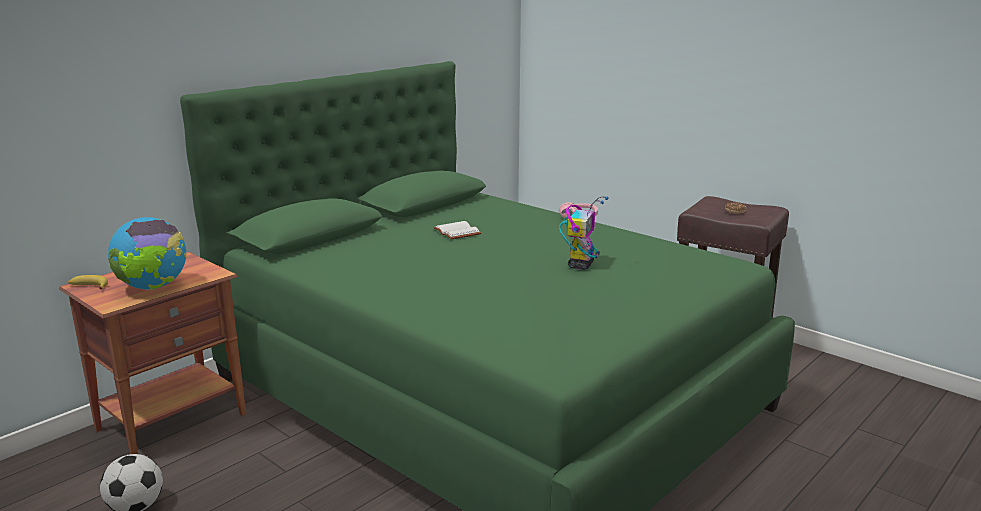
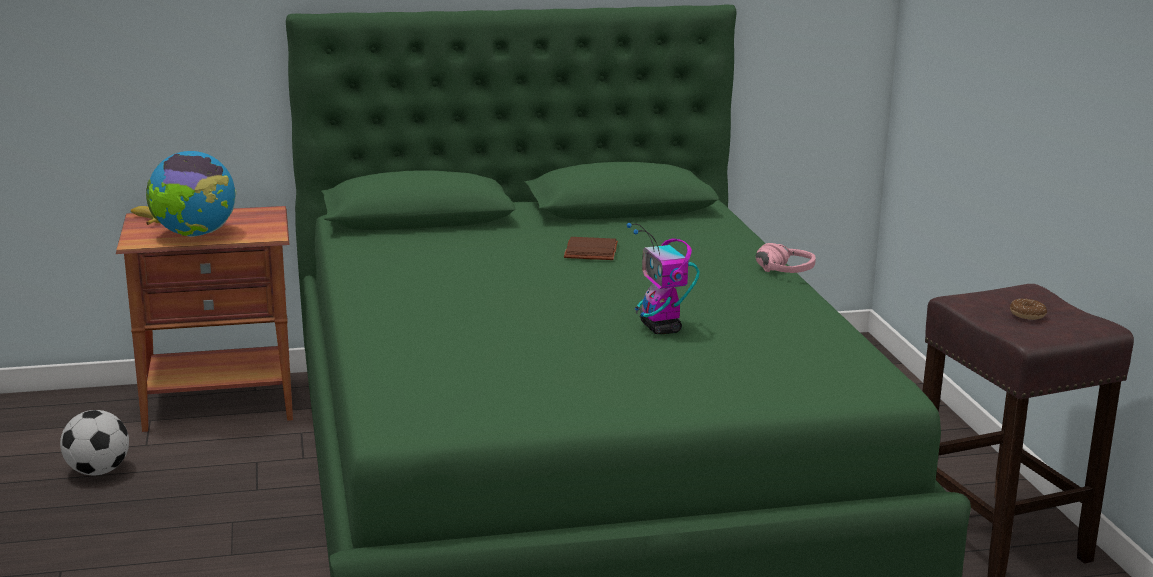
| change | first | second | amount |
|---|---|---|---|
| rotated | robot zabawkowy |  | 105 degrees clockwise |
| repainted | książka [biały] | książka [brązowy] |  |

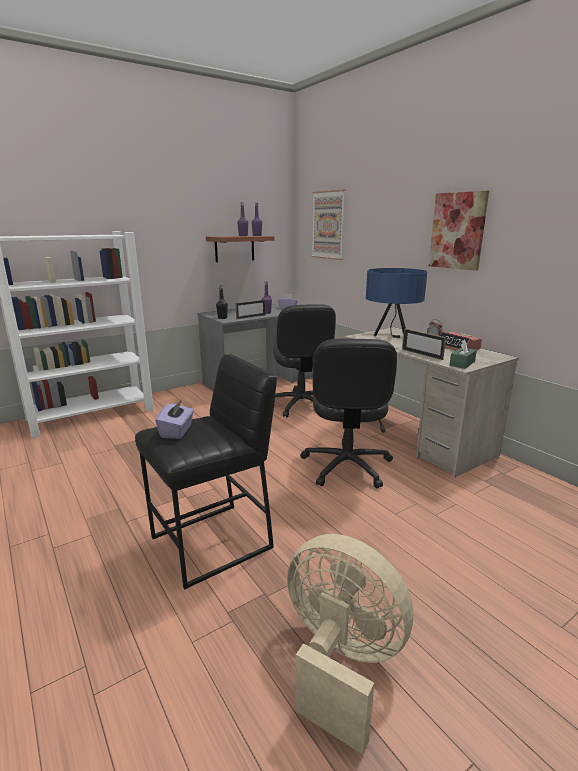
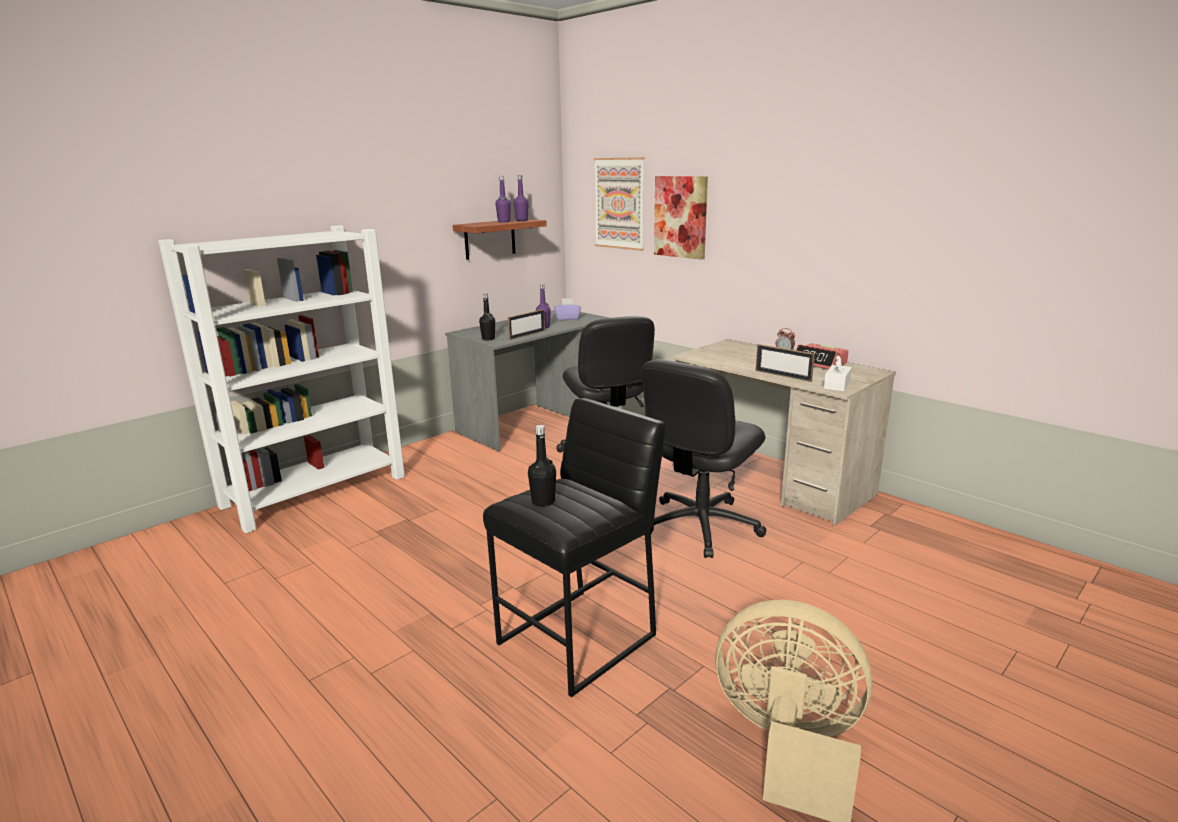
| change | first | second | amount |
|---|---|---|---|
| shifted | obraz (no. 2 from left) |  |  |
| gone | lampa stołowa [niebieski] |  |  |
| rotated | krzesło biurowe [czarny] (no. 2 from left) |  | 45 degrees clockwise |
| repainted | pudełko chusteczek [zielony] | pudełko chusteczek [biały] |  |
| swapped | pudełko chusteczek [fioletowy] (no. 1 from left) | butelka [czarny] (no. 2 from left) |  |

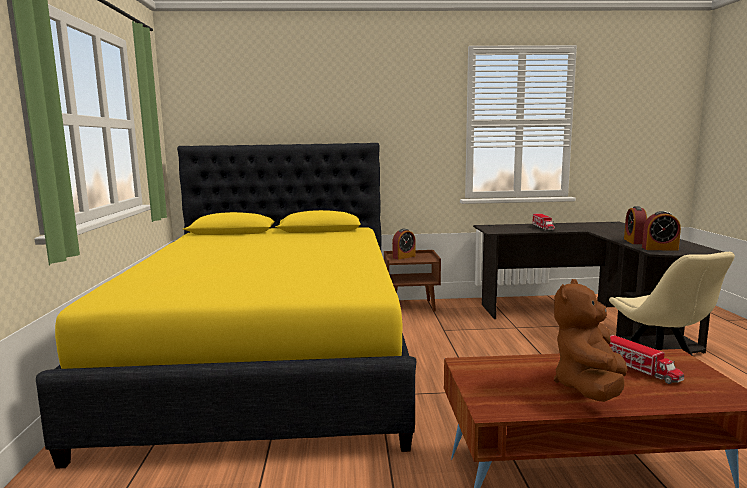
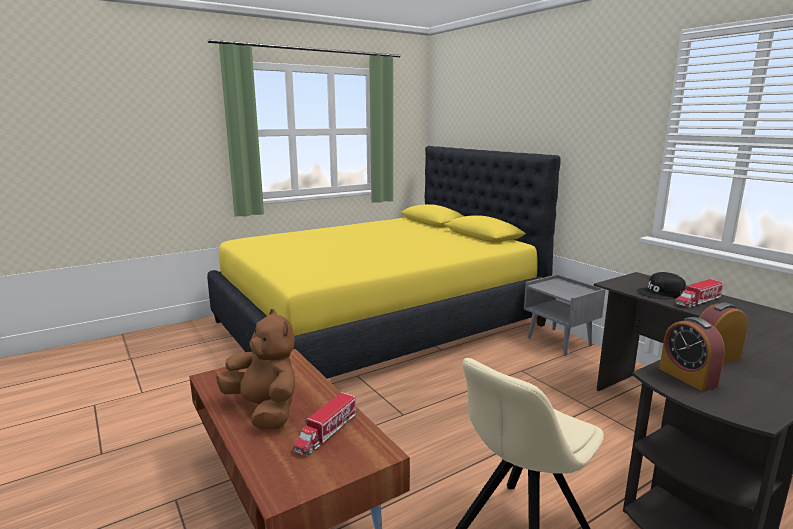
| change | first | second | amount |
|---|---|---|---|
| gone | budzik (no. 1 from left) |  |  |
| repainted | szafka nocna [brązowy] | szafka nocna [szary] |  |
| rotated | pluszak [brązowy] |  | 45 degrees clockwise |
| new |  | czapka z daszkiem [czarny] |  |

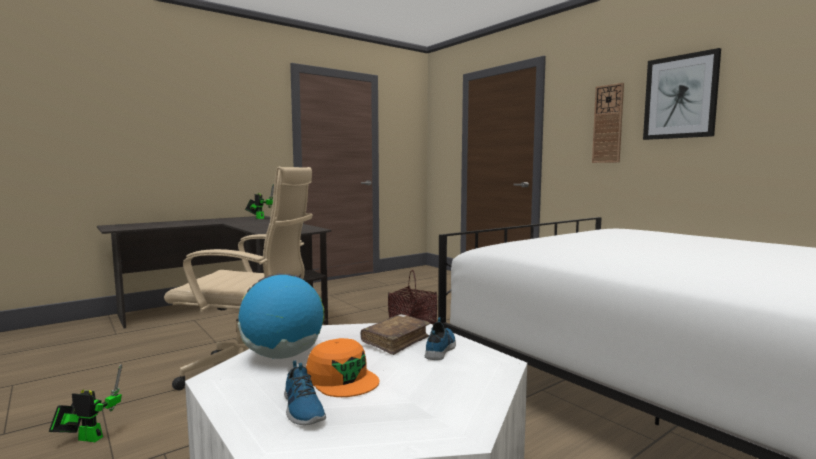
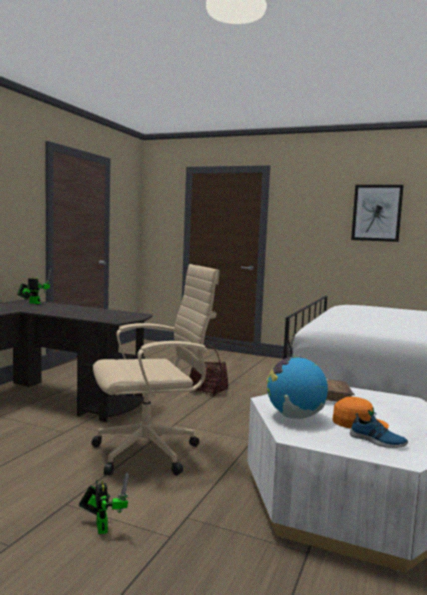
| change | first | second | amount |
|---|---|---|---|
| gone | zegar ścienny |  |  |
| gone | but (no. 2 from left) |  |  |
| rotated | robot zabawkowy (no. 1 from left in the first image) | robot zabawkowy (no. 2 from left) | 90 degrees clockwise |

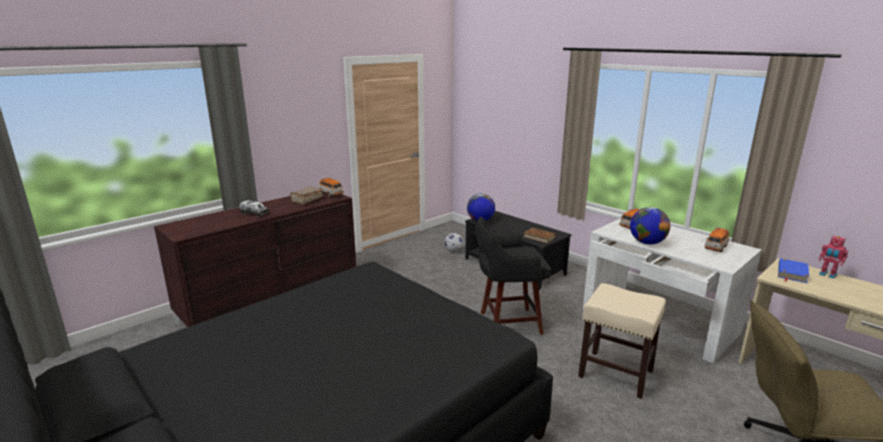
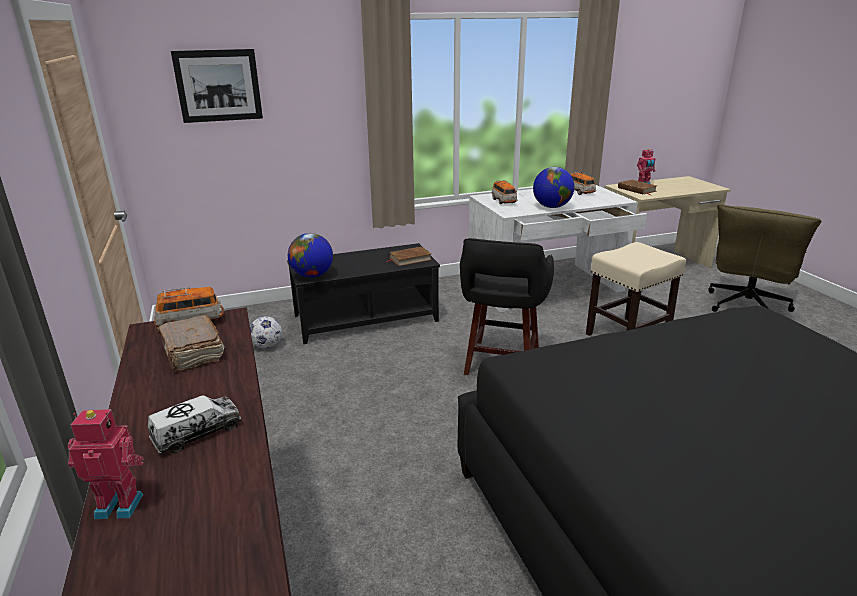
| change | first | second | amount |
|---|---|---|---|
| repainted | książka [niebieski] | książka [brązowy] (no. 3 from left) |  |
| new |  | obraz |  |
| new |  | robot zabawkowy (no. 1 from left) |  |

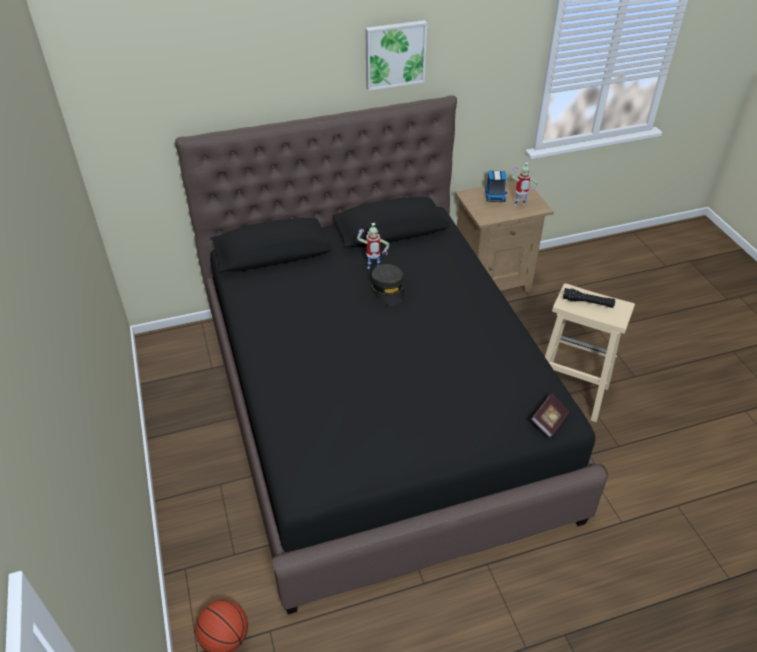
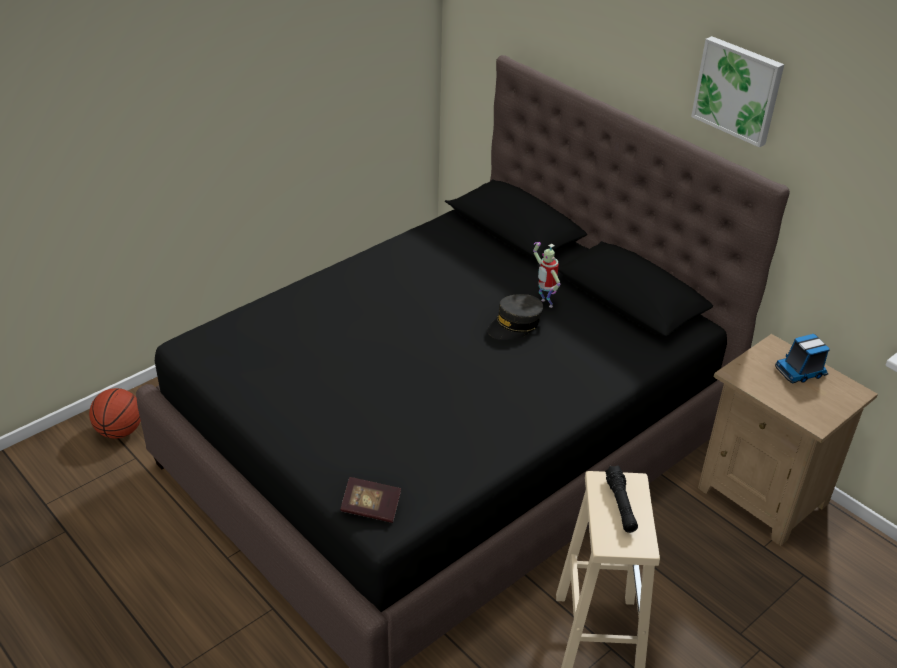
| change | first | second | amount |
|---|---|---|---|
| gone | robot zabawkowy (no. 2 from left) |  |  |

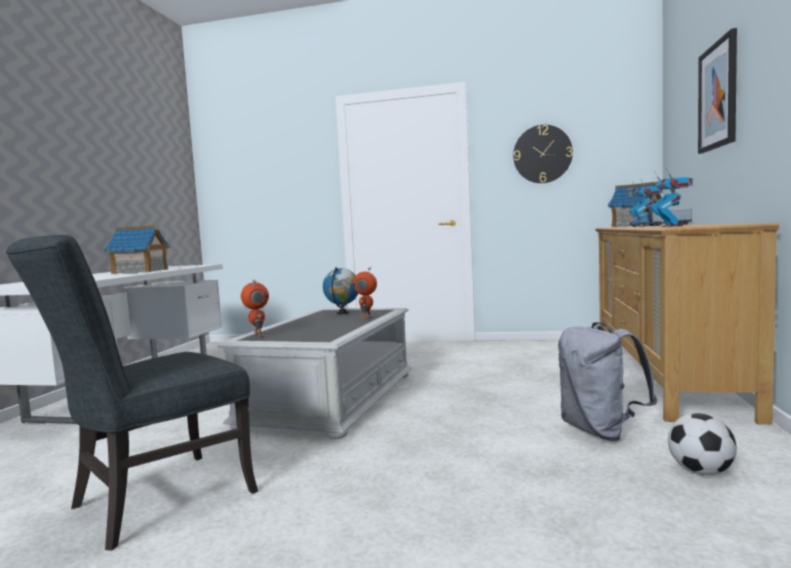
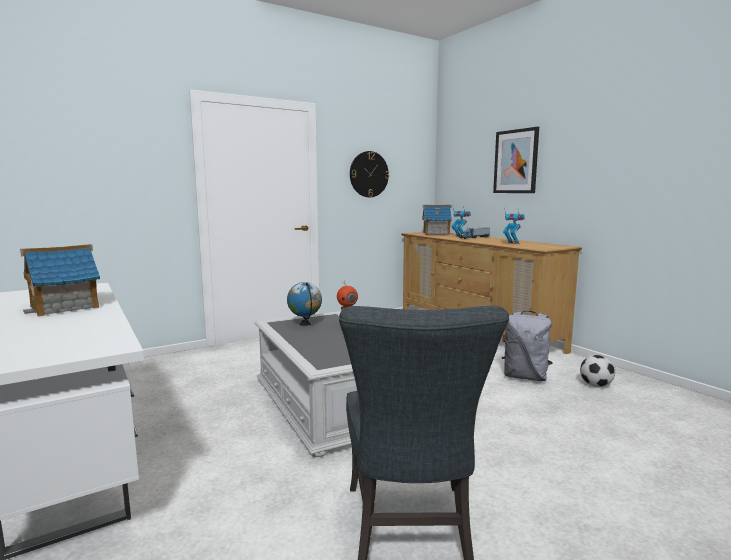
| change | first | second | amount |
|---|---|---|---|
| gone | robot zabawkowy (no. 1 from left) |  |  |

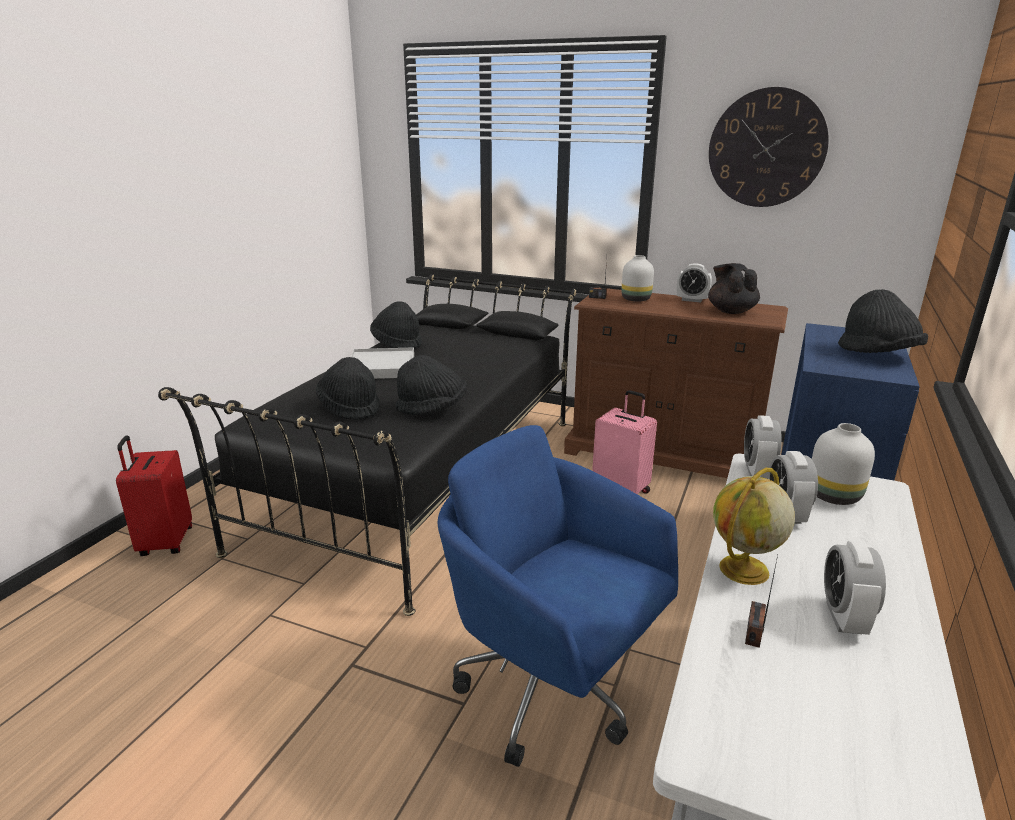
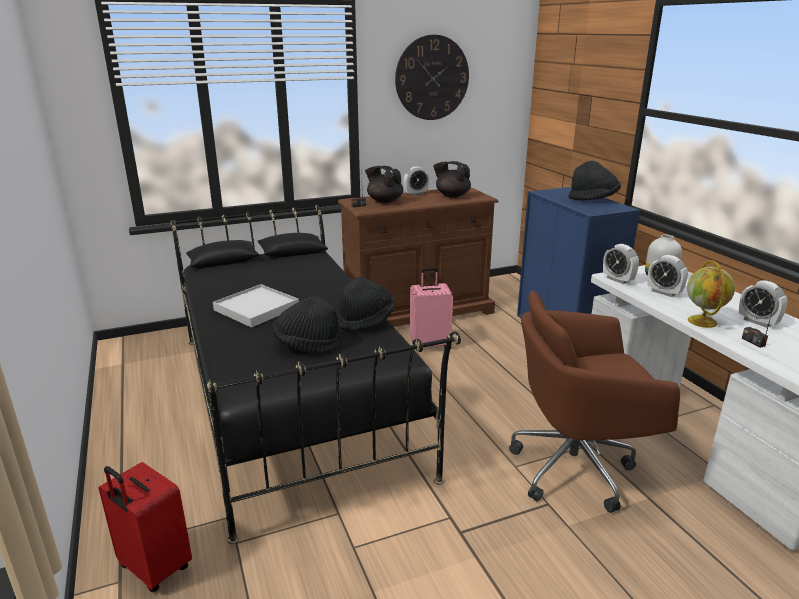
| change | first | second | amount |
|---|---|---|---|
| swapped | wazon [biały] (no. 1 from left) | imbryk [czarny] (no. 1 from left) |  |
| gone | kapelusz [czarny] (no. 2 from left) |  |  |
| repainted | krzesło biurowe [niebieski] | krzesło biurowe [brązowy] |  |

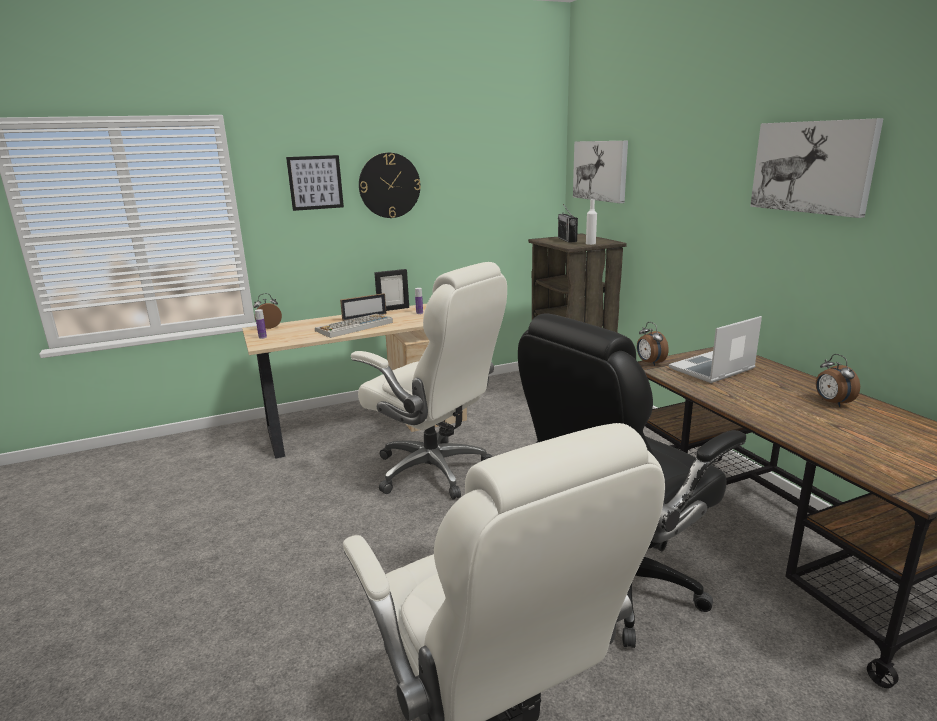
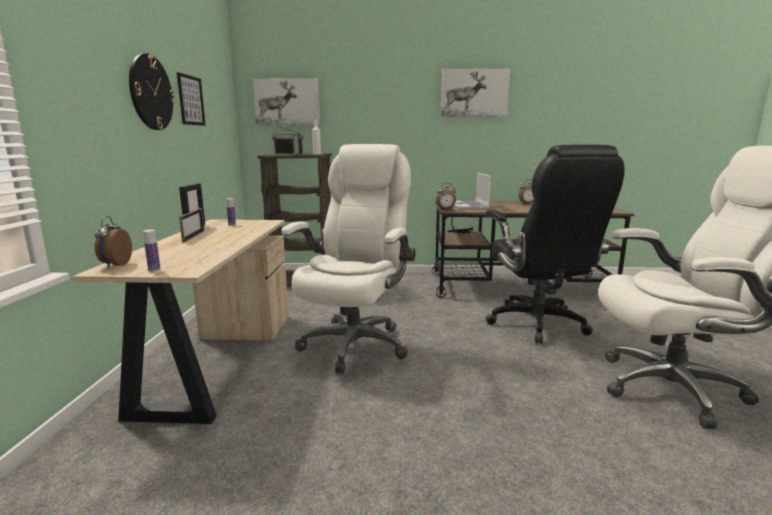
| change | first | second | amount |
|---|---|---|---|
| shifted | obraz (no. 1 from left) |  |  |
| rotated | krzesło biurowe [biały] (no. 1 from left) |  | 45 degrees counterclockwise |
| gone | klawiatura |  |  |

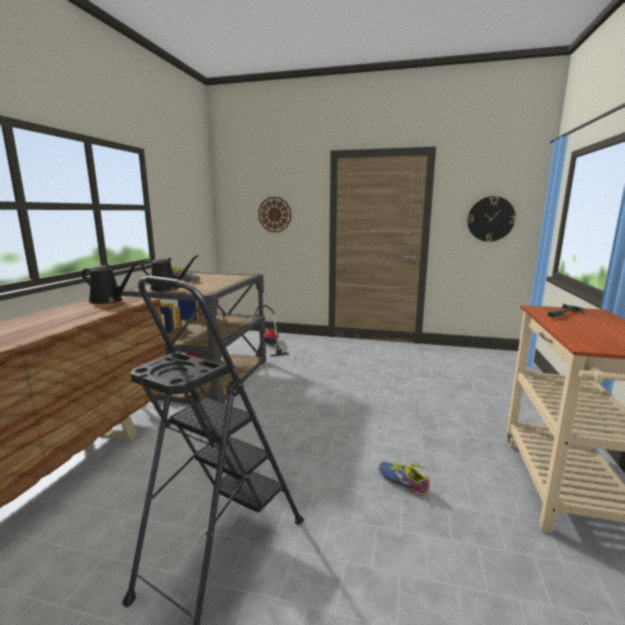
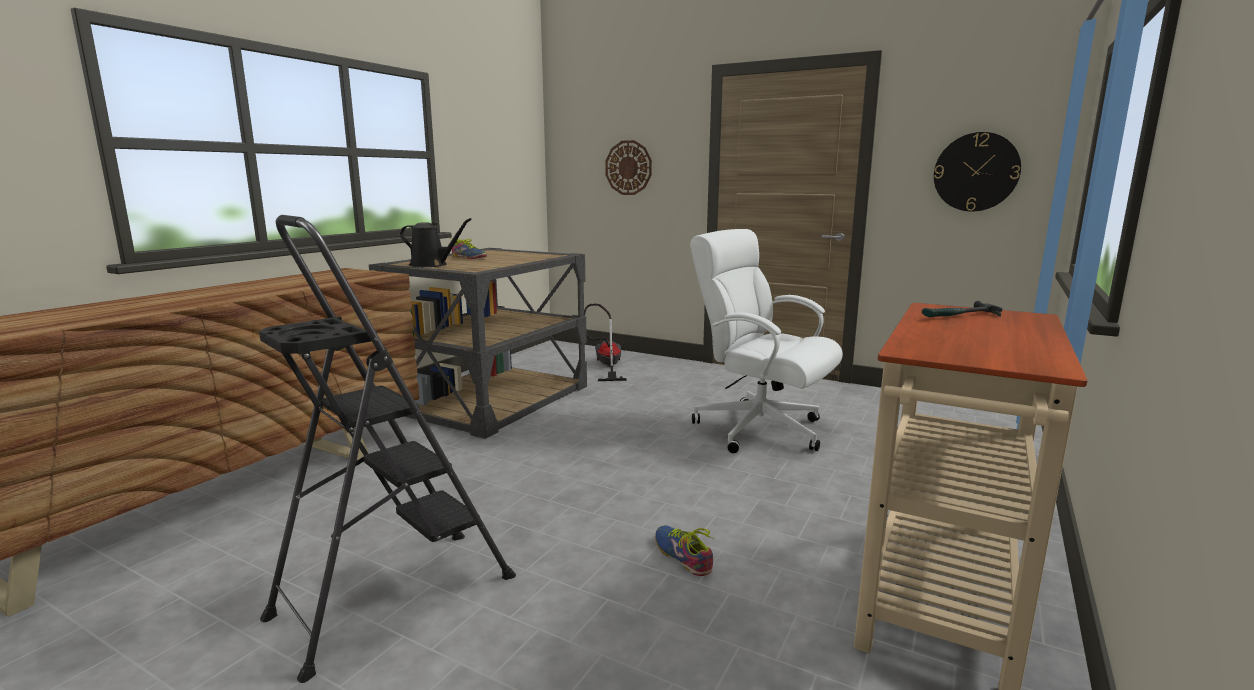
| change | first | second | amount |
|---|---|---|---|
| gone | konewka [czarny] (no. 1 from left) |  |  |
| new |  | krzesło biurowe [biały] |  |

